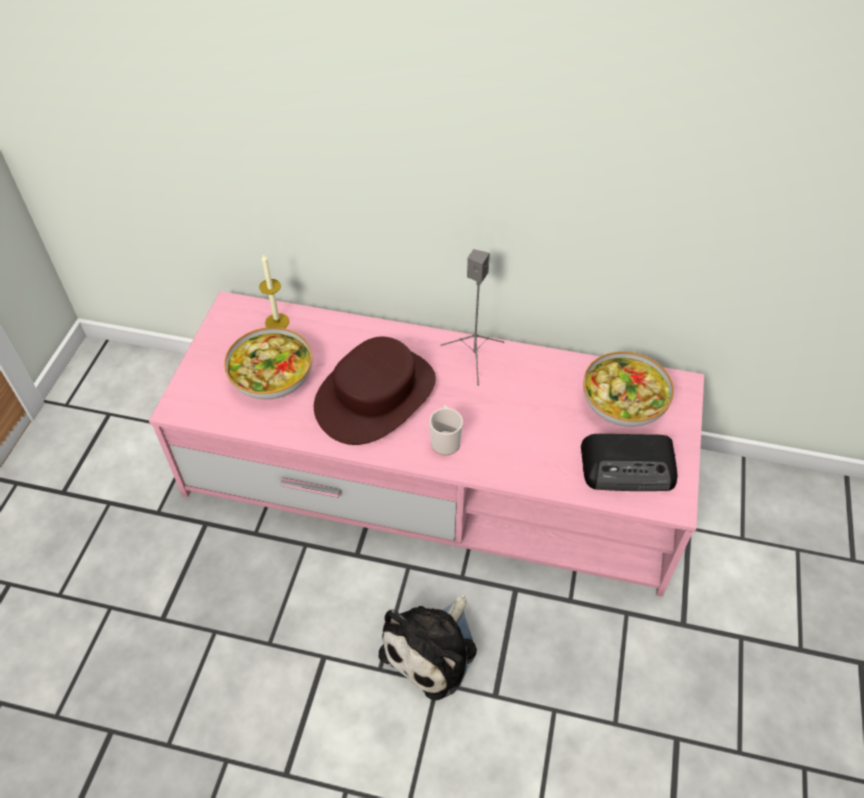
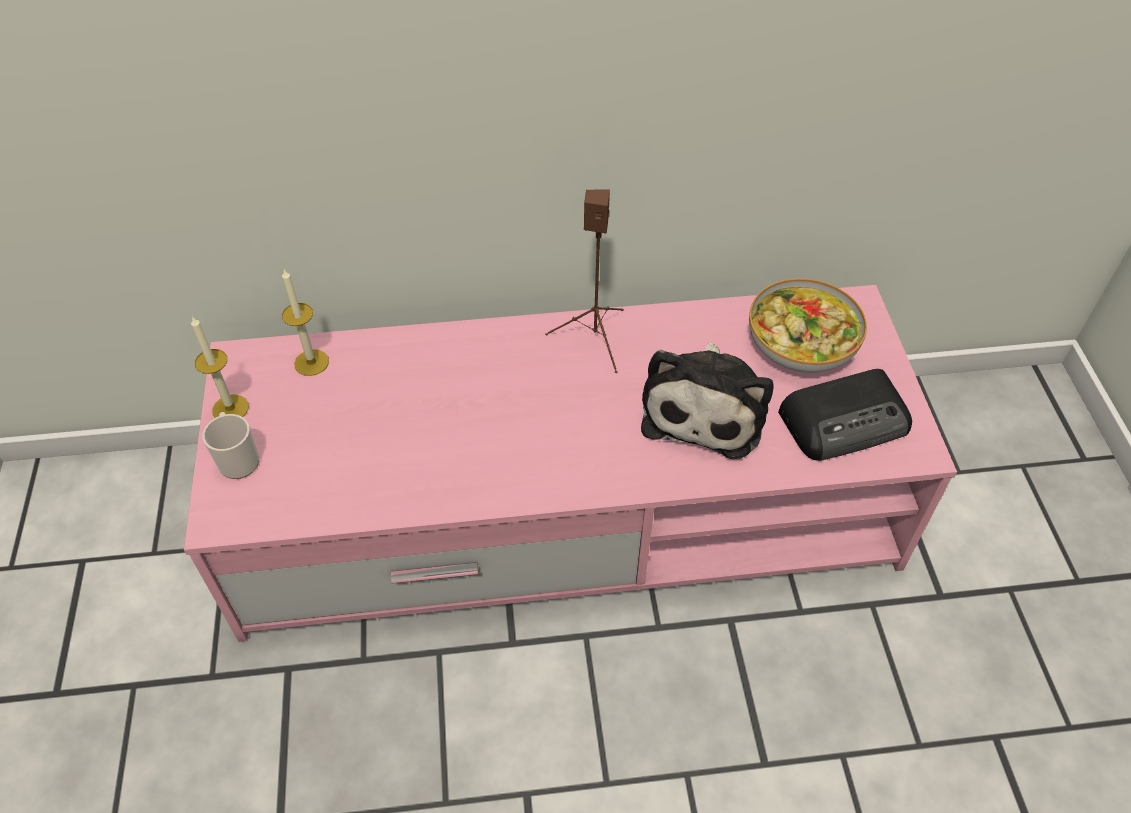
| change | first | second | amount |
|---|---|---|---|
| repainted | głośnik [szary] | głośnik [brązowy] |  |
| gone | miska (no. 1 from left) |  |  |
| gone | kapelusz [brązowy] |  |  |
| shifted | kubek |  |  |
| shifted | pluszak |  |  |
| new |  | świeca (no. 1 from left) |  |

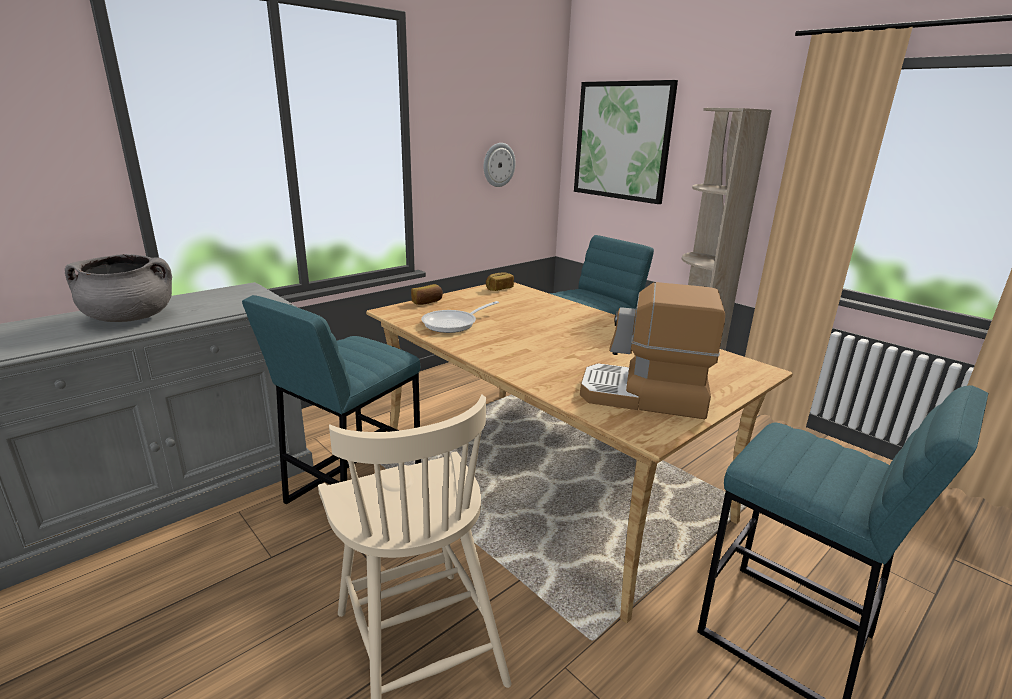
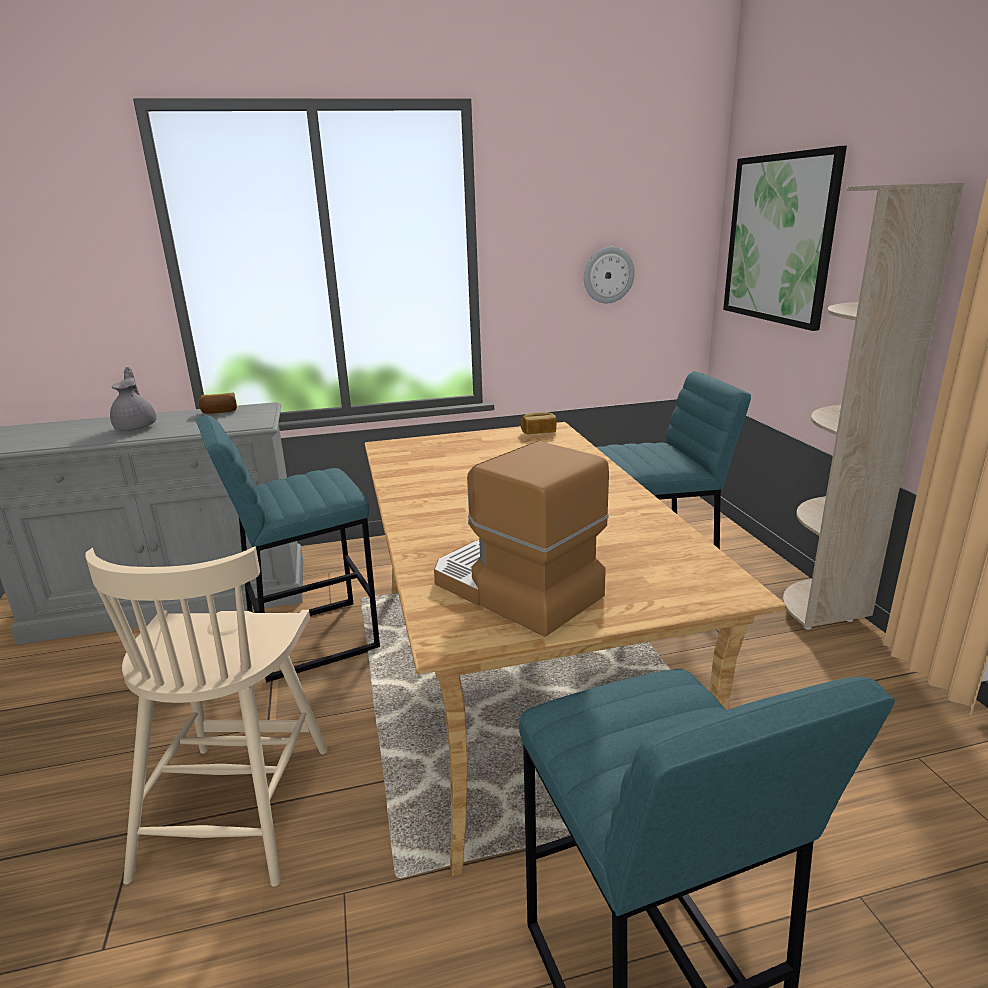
| change | first | second | amount |
|---|---|---|---|
| swapped | garnek [szary] | imbryk [szary] |  |
| shifted | chleb (no. 1 from left) |  |  |
| gone | patelnia |  |  |

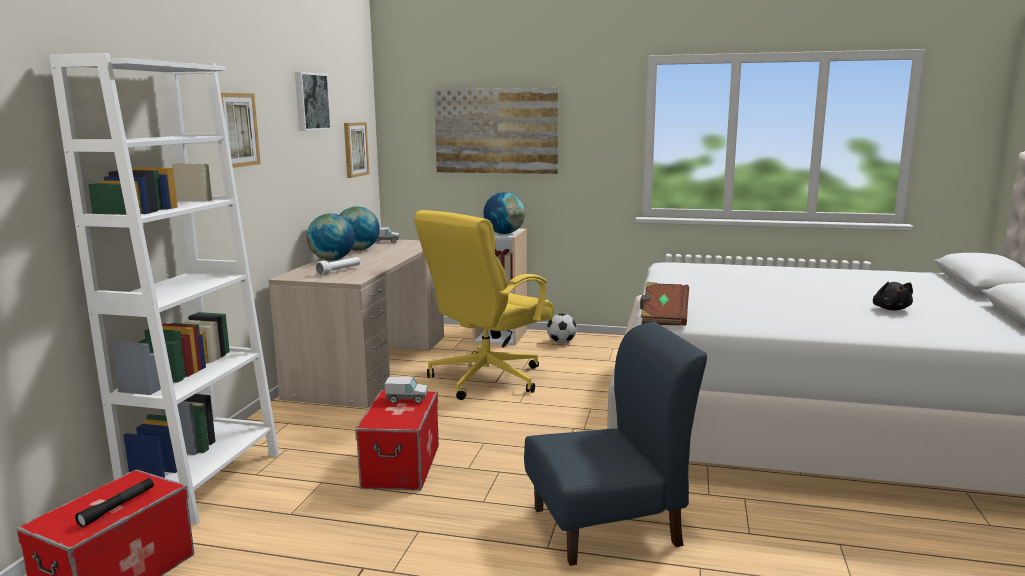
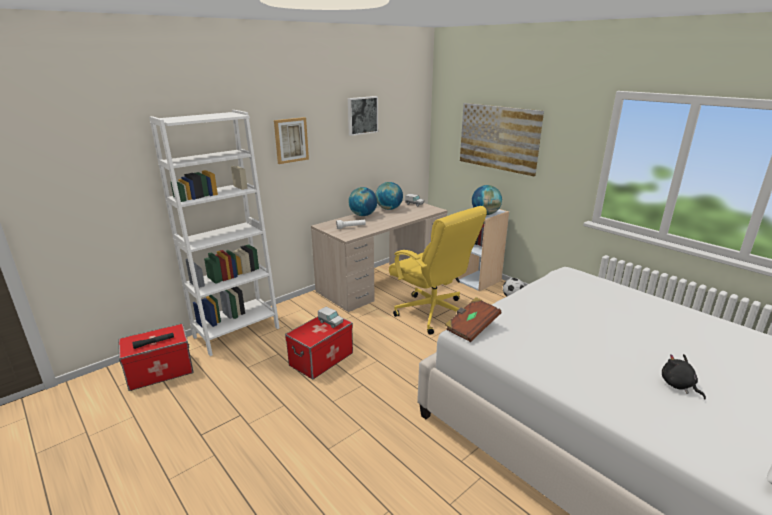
| change | first | second | amount |
|---|---|---|---|
| gone | obraz (no. 3 from left) |  |  |
| rotated | krzesło biurowe [żółty] |  | 120 degrees counterclockwise |
| rotated | pluszak [czarny] |  | 120 degrees clockwise |
| gone | krzesło [niebieski] |  |  |

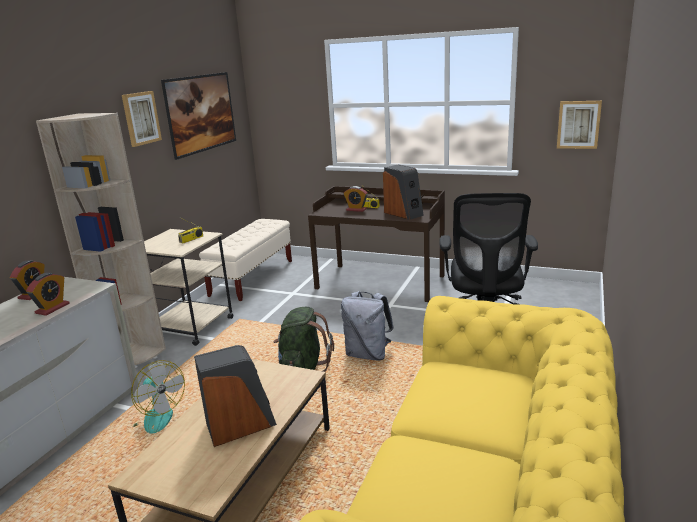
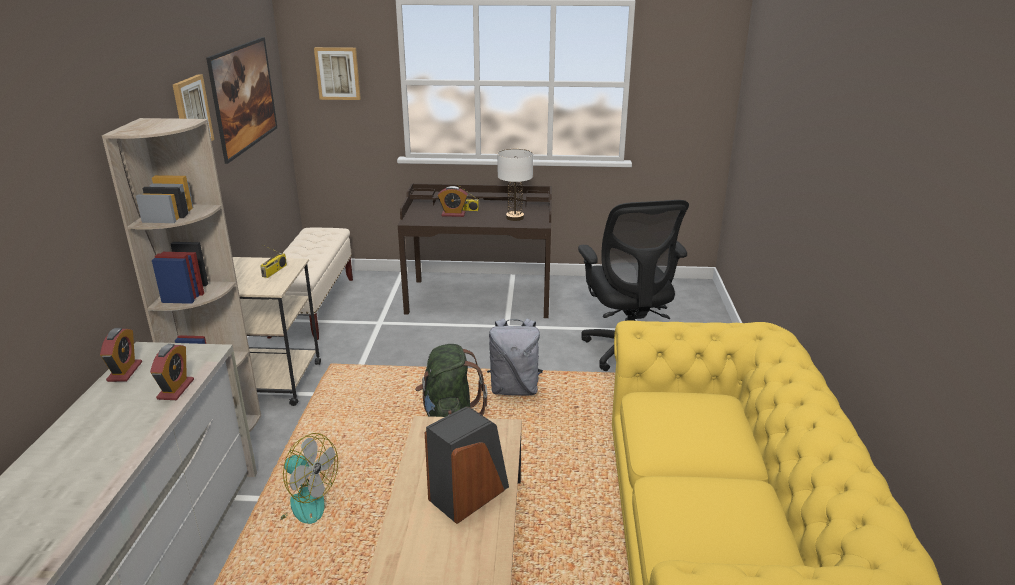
| change | first | second | amount |
|---|---|---|---|
| shifted | obraz (no. 3 from left) |  |  |
| swapped | głośnik (no. 2 from left) | lampa stołowa |  |

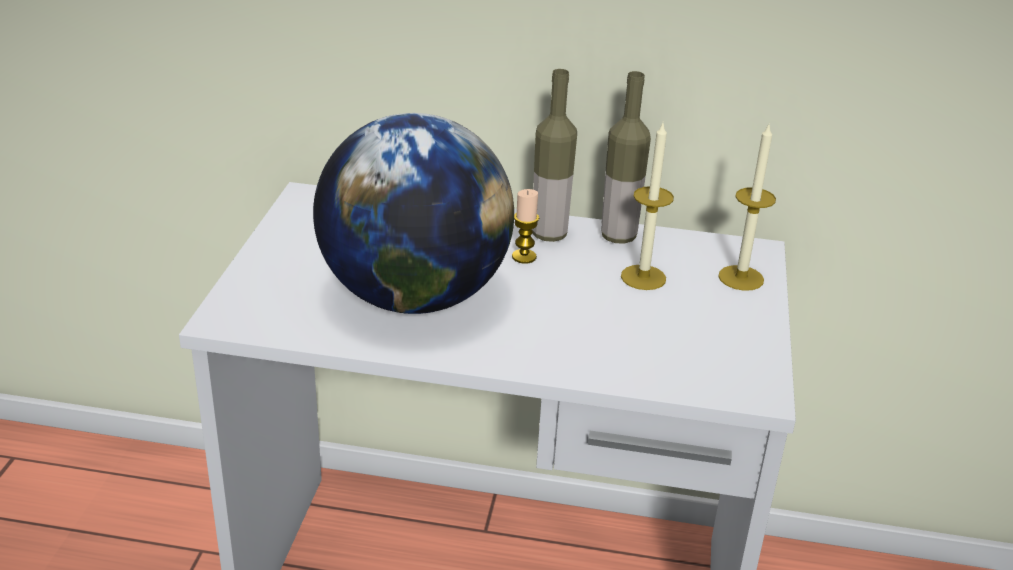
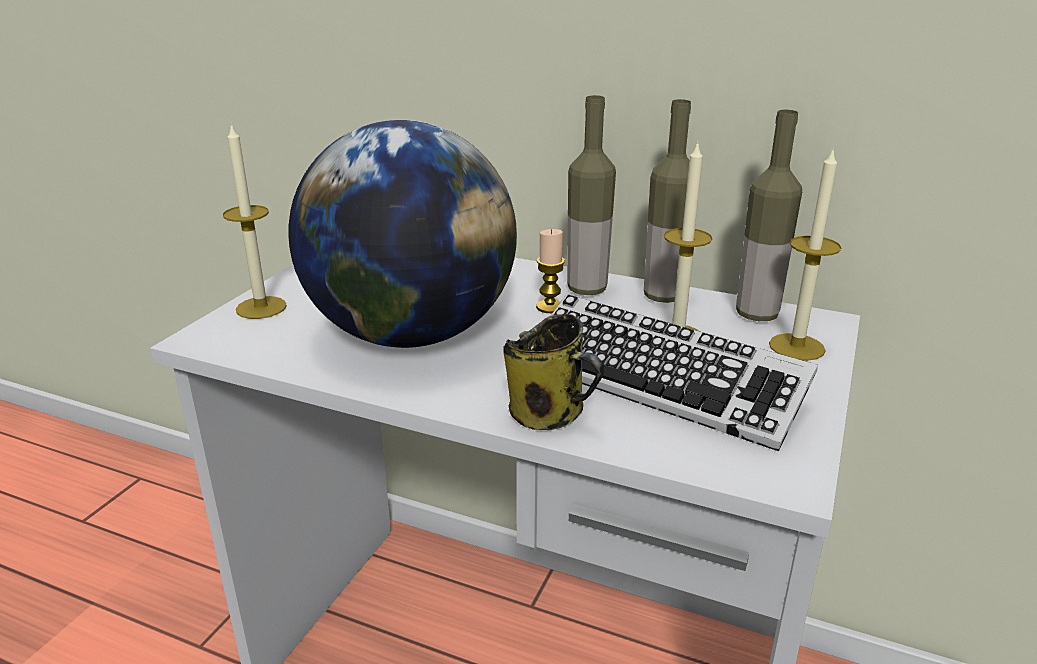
| change | first | second | amount |
|---|---|---|---|
| new |  | butelka (no. 3 from left) |  |
| new |  | świeca (no. 1 from left) |  |
| new |  | klawiatura |  |
| new |  | kubek |  |

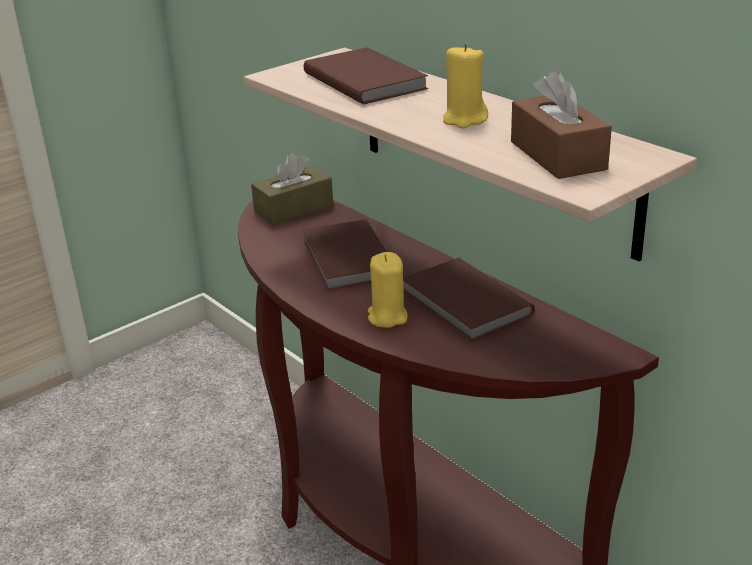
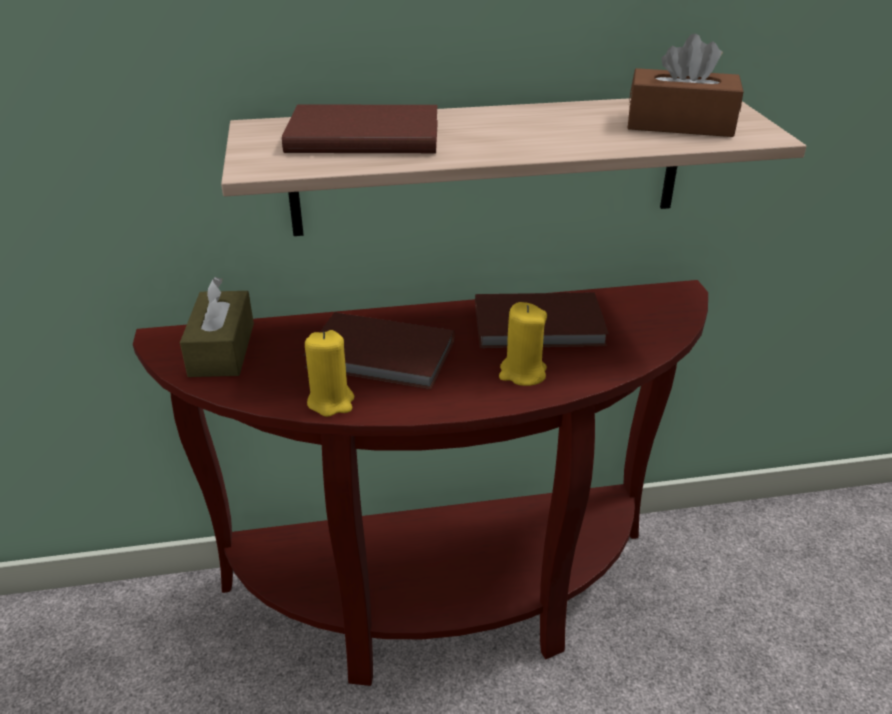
| change | first | second | amount |
|---|---|---|---|
| shifted | świeca [żółty] (no. 2 from left in the first image) | świeca [żółty] (no. 1 from left) |  |

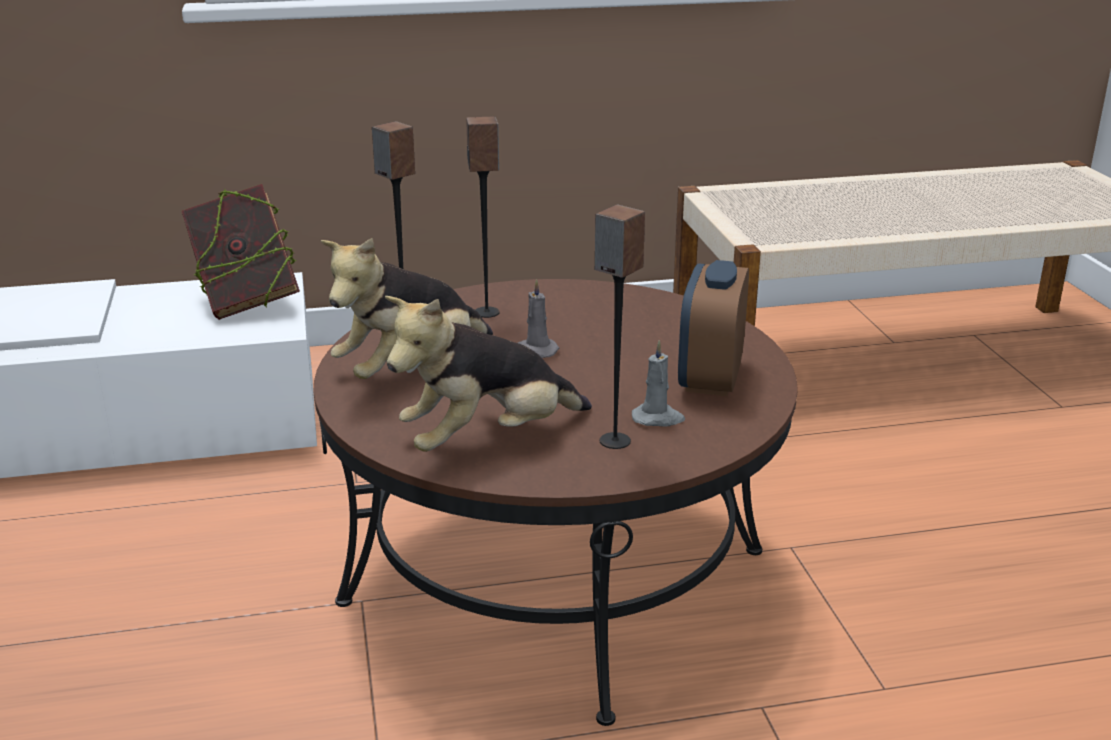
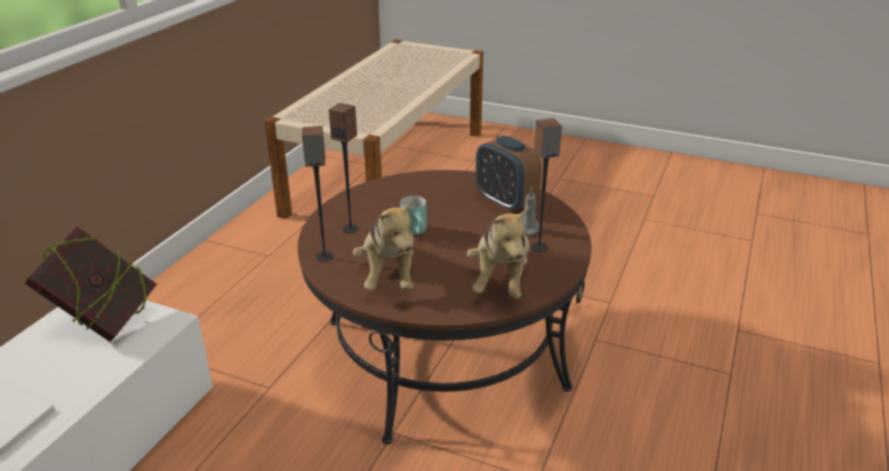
| change | first | second | amount |
|---|---|---|---|
| swapped | świeca [szary] (no. 1 from left) | kubek [turkusowy] |  |

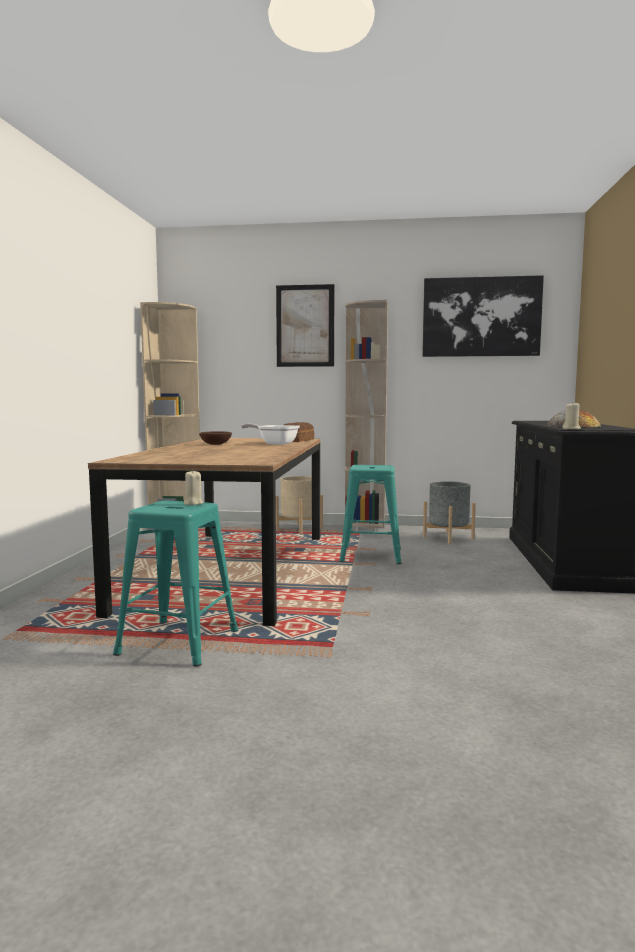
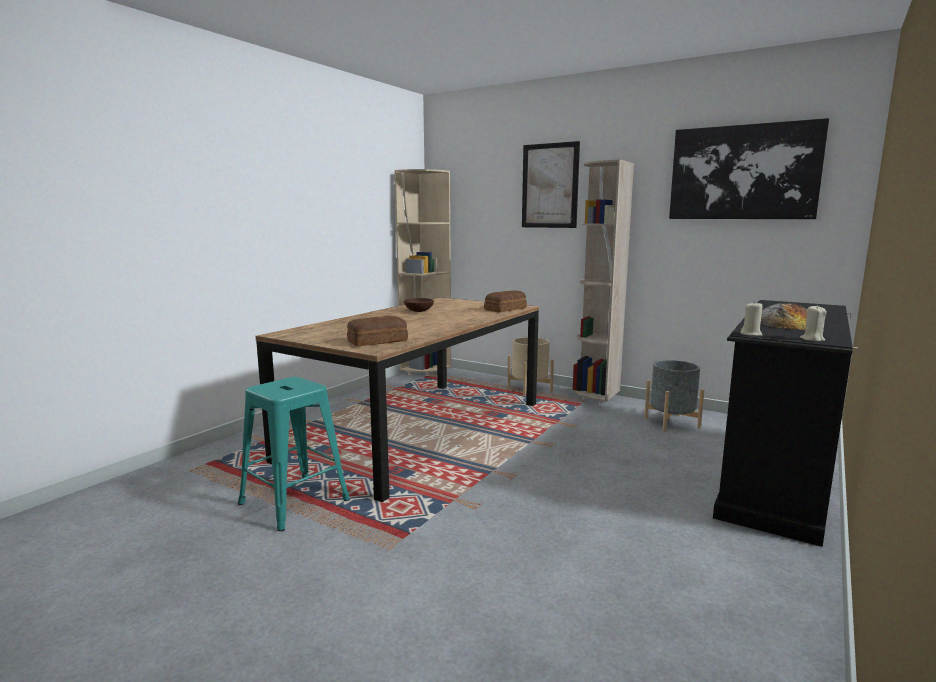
| change | first | second | amount |
|---|---|---|---|
| gone | patelnia |  |  |
| gone | stołek [turkusowy] (no. 2 from left) |  |  |
| shifted | świeca [beżowy] (no. 1 from left in the first image) | świeca [beżowy] (no. 2 from left) |  |
| new |  | chleb (no. 1 from left) |  |

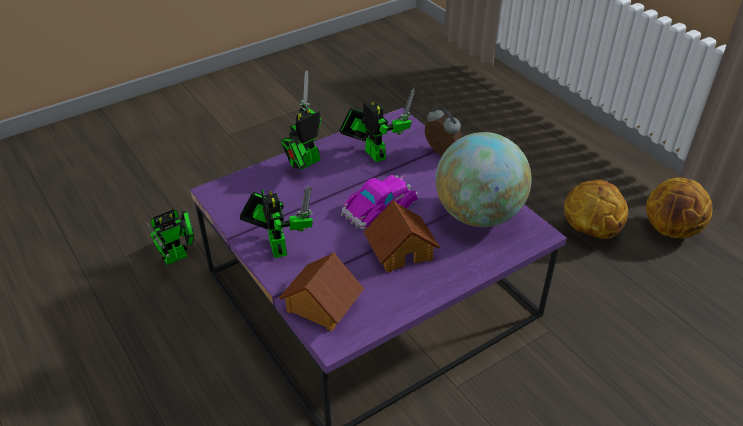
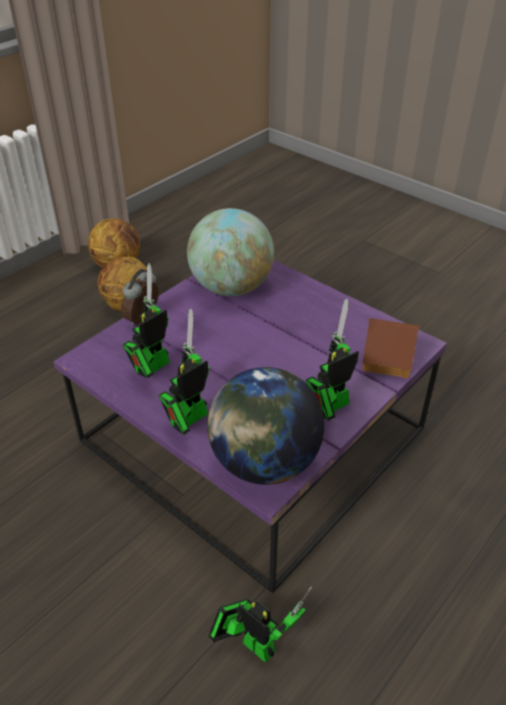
| change | first | second | amount |
|---|---|---|---|
| rotated | robot zabawkowy (no. 3 from left in the first image) | robot zabawkowy (no. 2 from left) | 105 degrees clockwise |
| gone | samochodzik |  |  |
| gone | domek (no. 2 from left) |  |  |
| new |  | globus (no. 2 from left) |  |

